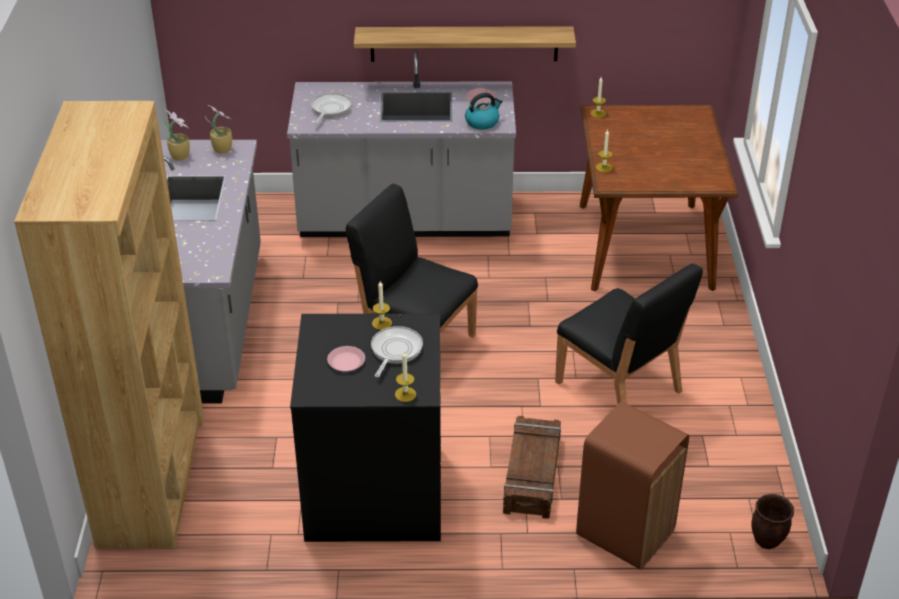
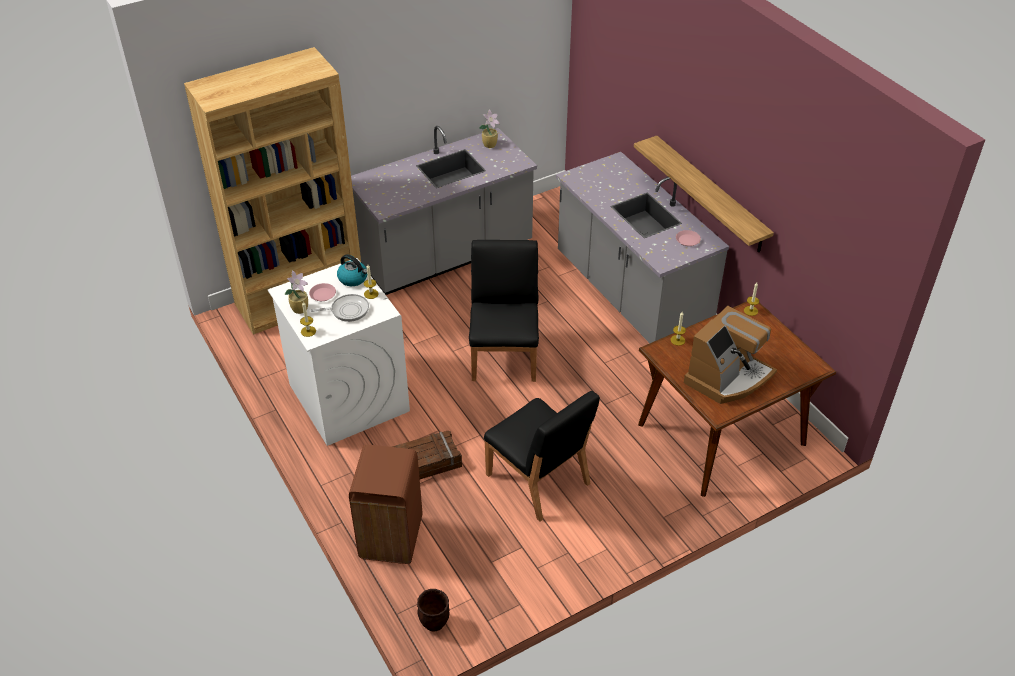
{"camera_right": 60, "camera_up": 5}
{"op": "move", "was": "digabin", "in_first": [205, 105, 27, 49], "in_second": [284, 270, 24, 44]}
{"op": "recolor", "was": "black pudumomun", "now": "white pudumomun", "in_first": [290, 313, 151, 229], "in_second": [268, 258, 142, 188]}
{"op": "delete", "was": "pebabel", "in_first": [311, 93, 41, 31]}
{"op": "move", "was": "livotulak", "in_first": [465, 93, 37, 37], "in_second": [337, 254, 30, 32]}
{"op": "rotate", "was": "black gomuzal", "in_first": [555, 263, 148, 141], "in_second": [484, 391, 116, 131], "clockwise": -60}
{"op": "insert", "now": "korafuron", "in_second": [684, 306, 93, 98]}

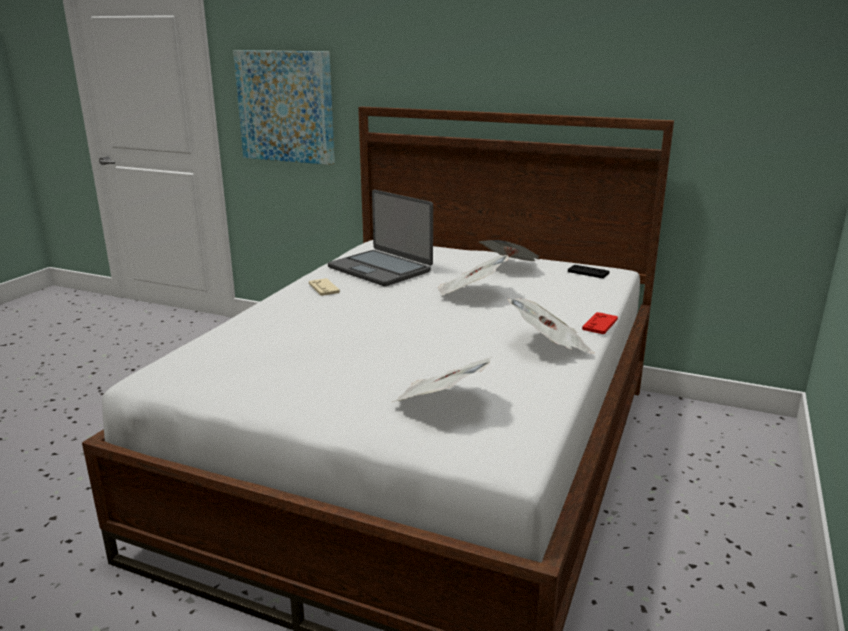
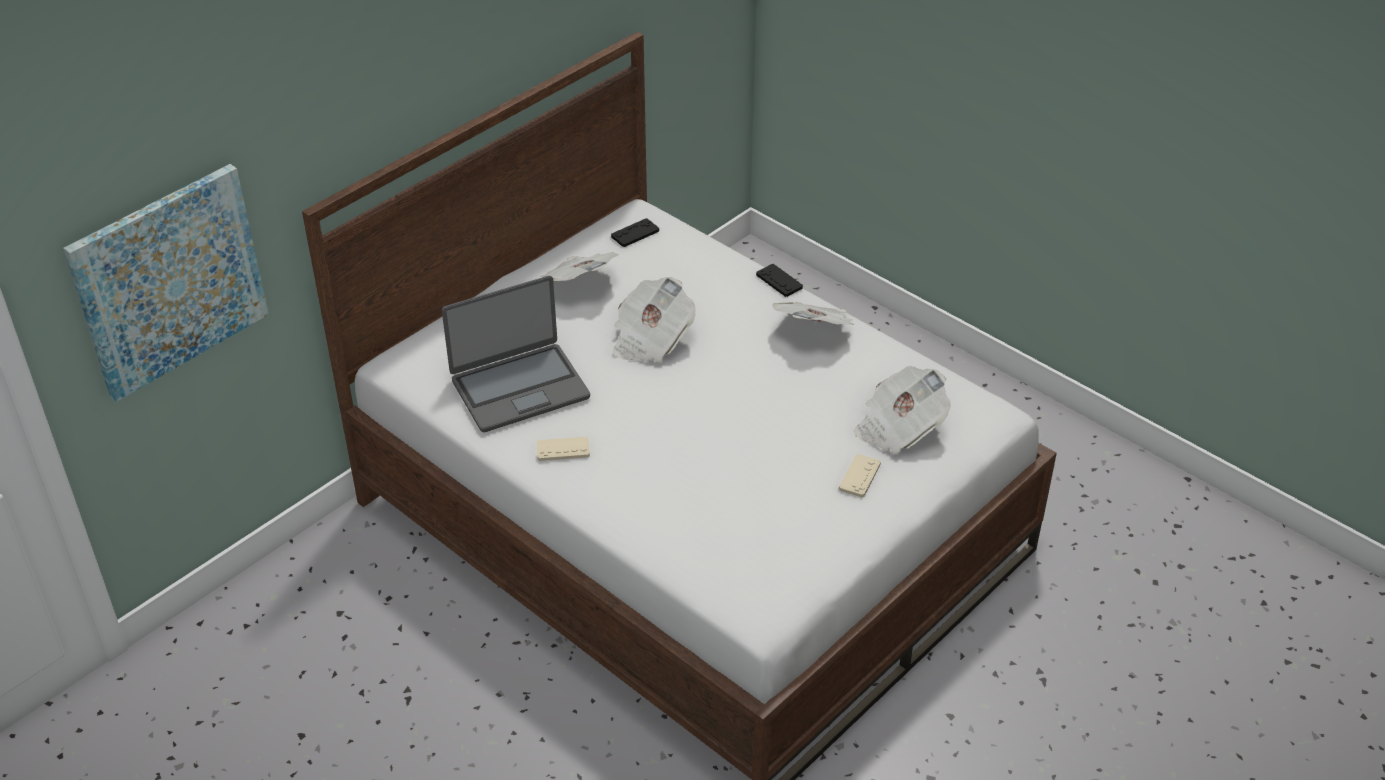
{"camera_right": -70, "camera_up": 20}
{"op": "recolor", "was": "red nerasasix", "now": "black nerasasix", "in_first": [582, 312, 36, 22], "in_second": [756, 264, 47, 33]}
{"op": "insert", "now": "beige nerasasix", "in_second": [839, 454, 42, 43]}

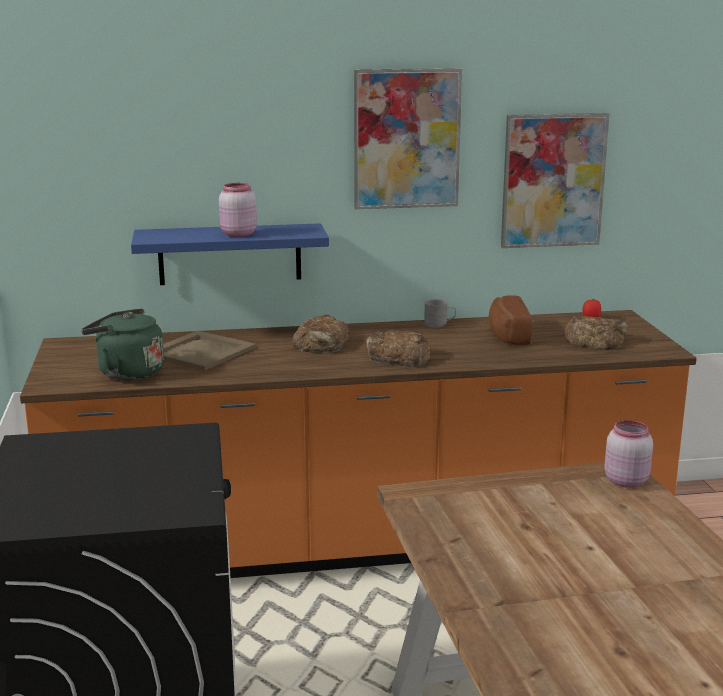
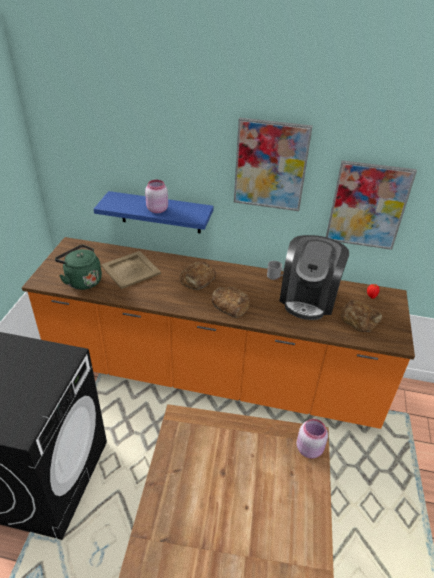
{"camera_right": 20, "camera_up": 20}
{"op": "replace", "was": "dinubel", "now": "korafuron", "in_first": [489, 296, 43, 49], "in_second": [279, 235, 70, 85]}

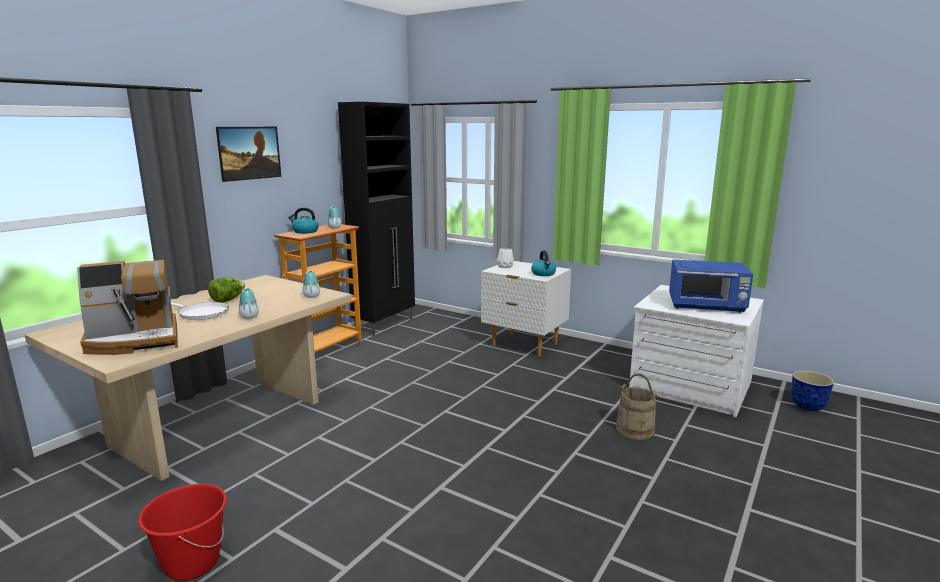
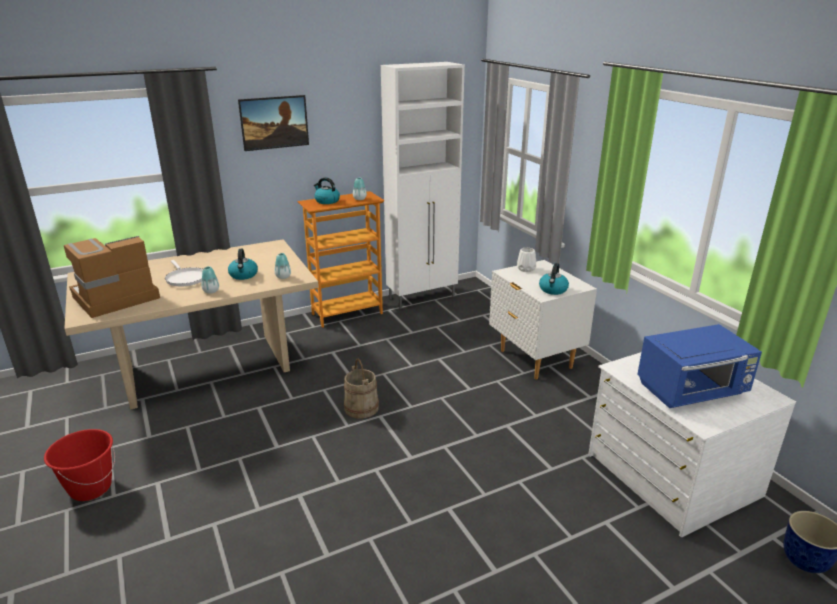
{"camera_right": 30, "camera_up": 10}
{"op": "rotate", "was": "korafuron", "in_first": [77, 260, 101, 95], "in_second": [64, 236, 96, 82], "clockwise": 135}
{"op": "delete", "was": "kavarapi", "in_first": [208, 277, 37, 26]}
{"op": "recolor", "was": "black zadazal", "now": "white zadazal", "in_first": [338, 102, 77, 234], "in_second": [381, 62, 84, 247]}
{"op": "move", "was": "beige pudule", "in_first": [616, 374, 43, 66], "in_second": [344, 359, 35, 60]}
{"op": "rotate", "was": "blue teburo", "in_first": [669, 259, 84, 54], "in_second": [637, 324, 125, 84], "clockwise": -60}
{"op": "insert", "now": "livotulak", "in_second": [228, 249, 30, 31]}

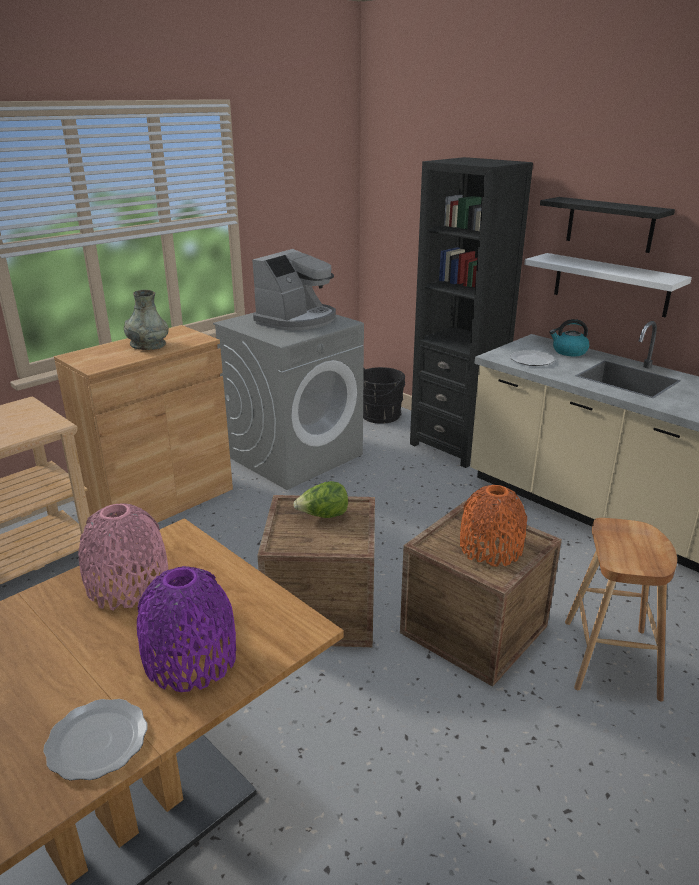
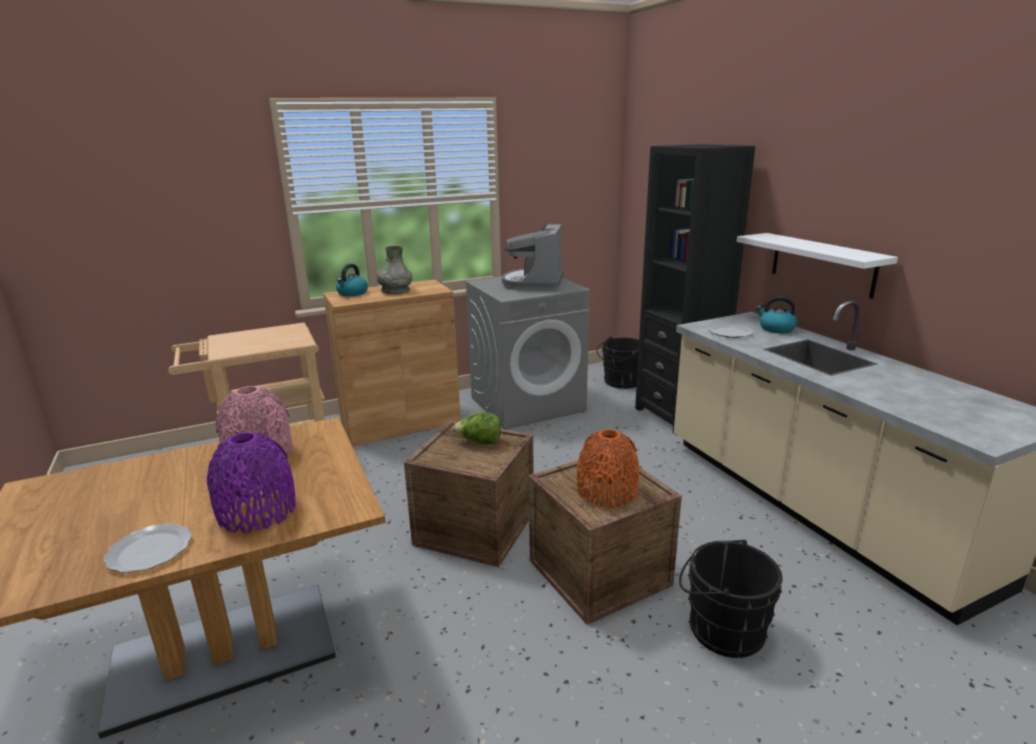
{"camera_right": 20, "camera_up": -5}
{"op": "rotate", "was": "korafuron", "in_first": [252, 249, 84, 81], "in_second": [502, 224, 61, 67], "clockwise": 135}
{"op": "delete", "was": "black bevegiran", "in_first": [540, 197, 135, 56]}
{"op": "replace", "was": "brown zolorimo", "now": "black pudule", "in_first": [565, 518, 112, 183], "in_second": [679, 540, 103, 118]}
{"op": "insert", "now": "livotulak", "in_second": [336, 264, 32, 32]}

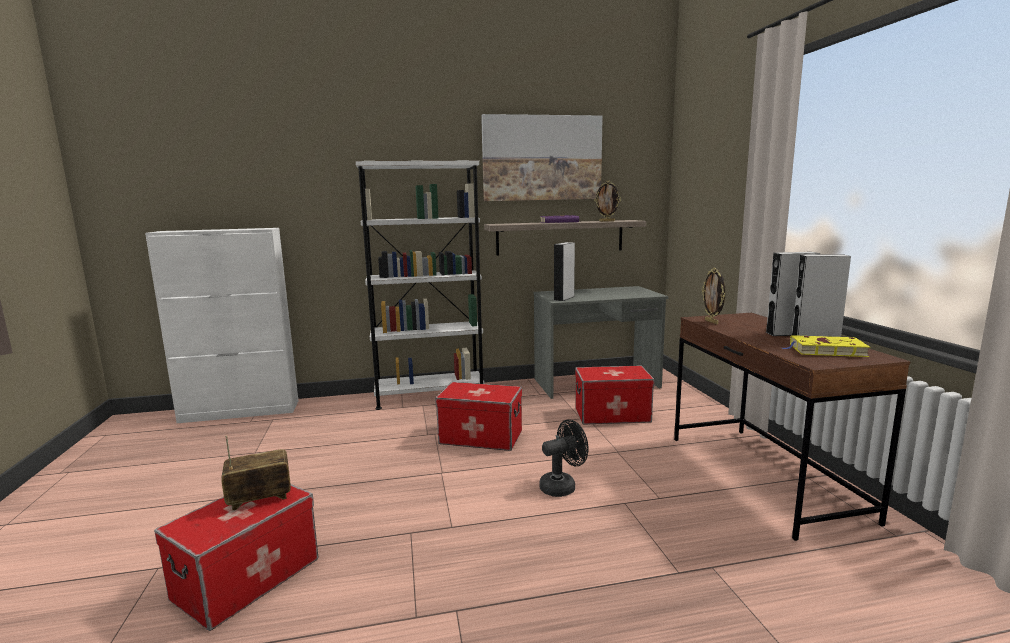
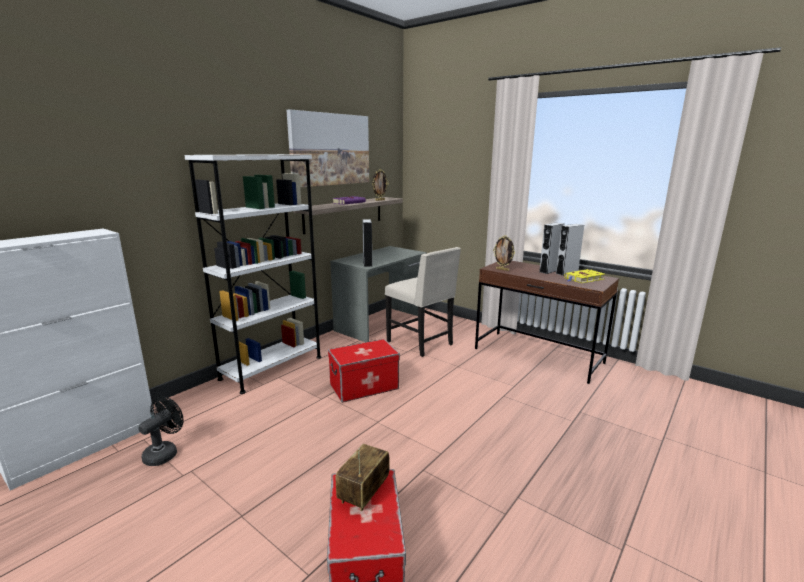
{"camera_right": -40, "camera_up": 5}
{"op": "move", "was": "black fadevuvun", "in_first": [539, 419, 50, 78], "in_second": [138, 397, 45, 69]}
{"op": "replace", "was": "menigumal", "now": "beige gomuzal", "in_first": [575, 366, 80, 58], "in_second": [385, 247, 76, 110]}

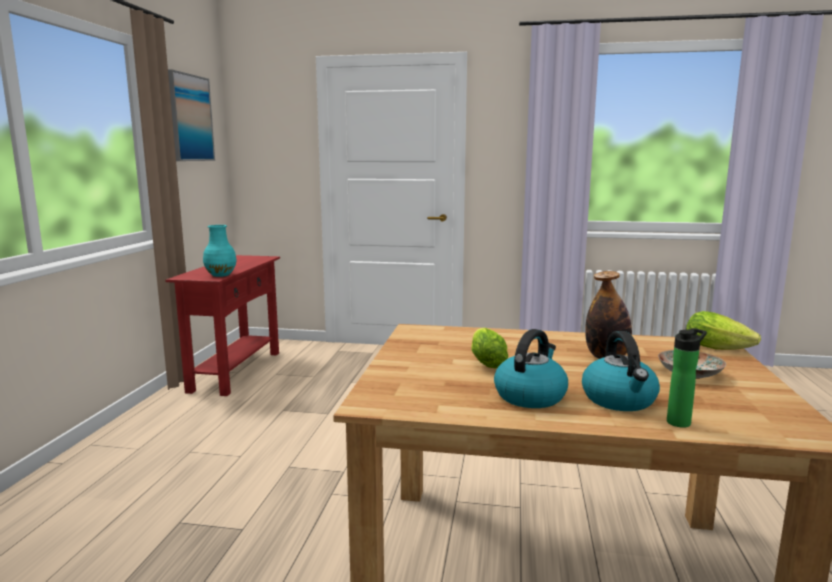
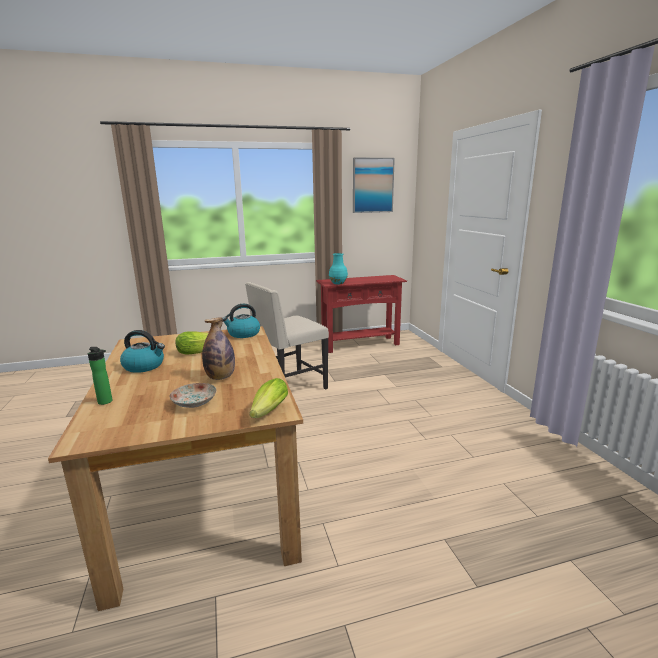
{"camera_right": 65, "camera_up": 5}
{"op": "move", "was": "livotulak", "in_first": [582, 331, 78, 80], "in_second": [222, 304, 38, 34]}
{"op": "insert", "now": "beige gomuzal", "in_second": [245, 282, 84, 108]}

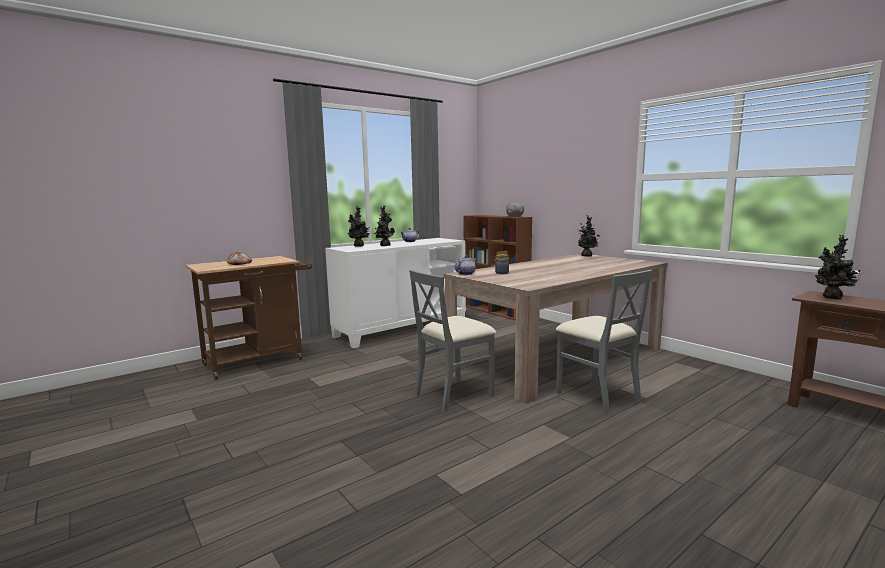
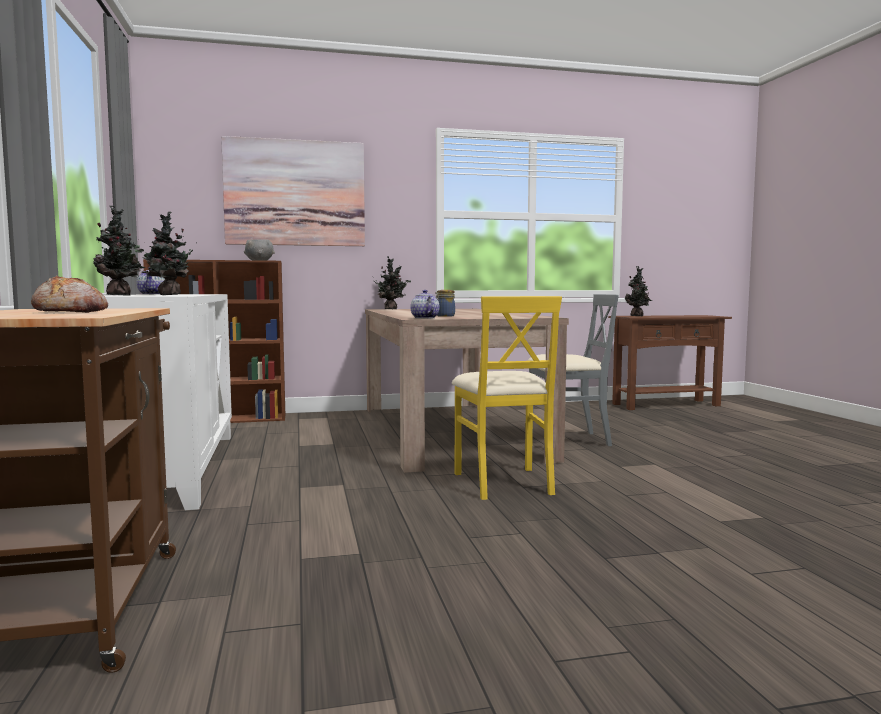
{"camera_right": -65, "camera_up": -5}
{"op": "recolor", "was": "grey gomuzal", "now": "yellow gomuzal", "in_first": [409, 270, 87, 142], "in_second": [452, 296, 110, 204]}
{"op": "insert", "now": "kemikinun", "in_second": [221, 136, 144, 110]}

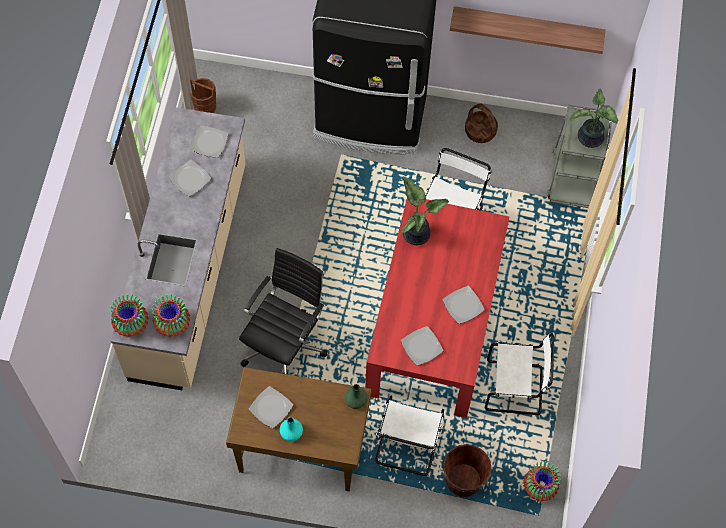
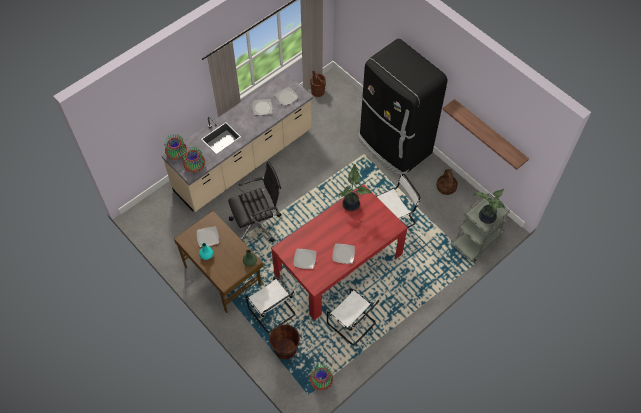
{"camera_right": 40, "camera_up": -5}
{"op": "rotate", "was": "white gomuzal", "in_first": [375, 396, 69, 80], "in_second": [246, 277, 49, 56], "clockwise": -90}

